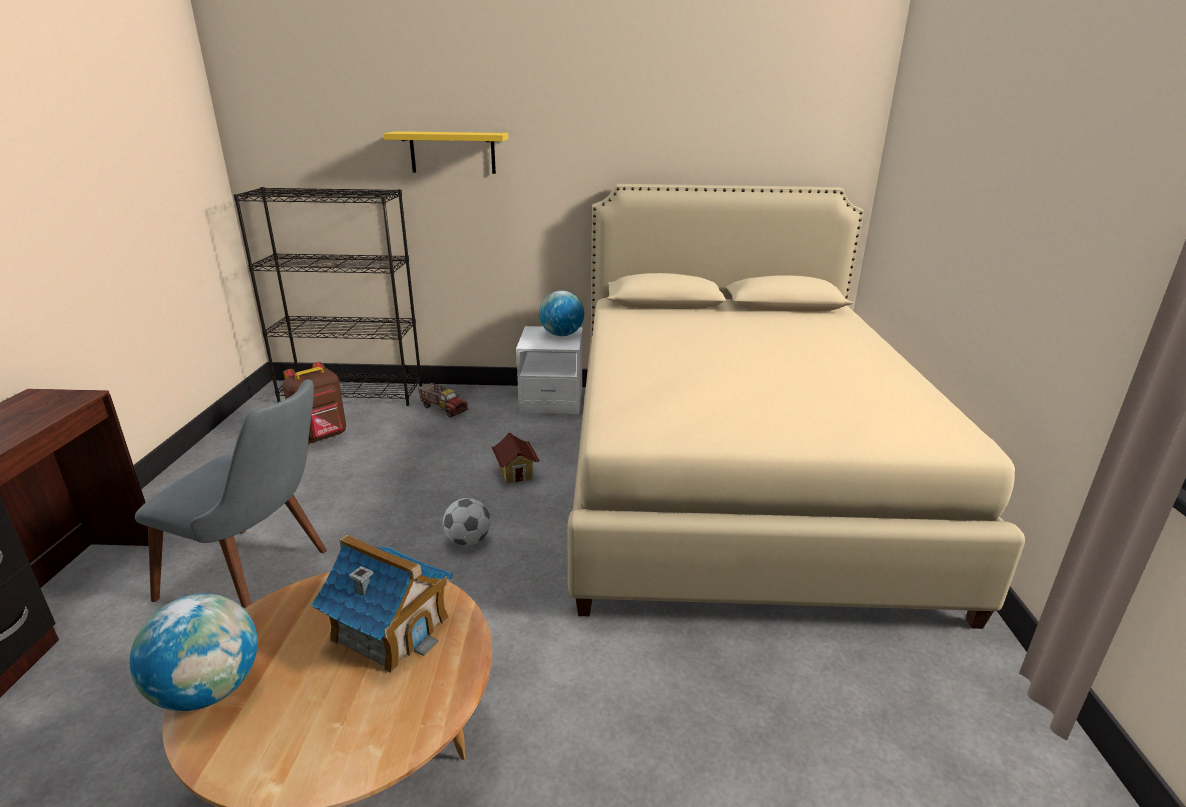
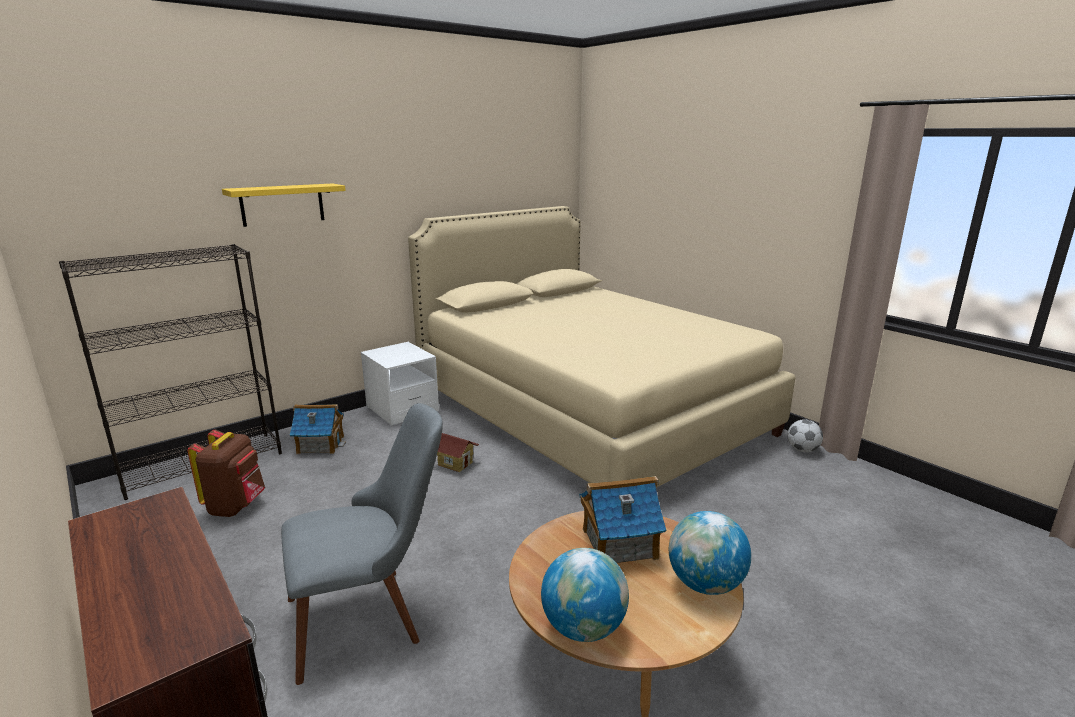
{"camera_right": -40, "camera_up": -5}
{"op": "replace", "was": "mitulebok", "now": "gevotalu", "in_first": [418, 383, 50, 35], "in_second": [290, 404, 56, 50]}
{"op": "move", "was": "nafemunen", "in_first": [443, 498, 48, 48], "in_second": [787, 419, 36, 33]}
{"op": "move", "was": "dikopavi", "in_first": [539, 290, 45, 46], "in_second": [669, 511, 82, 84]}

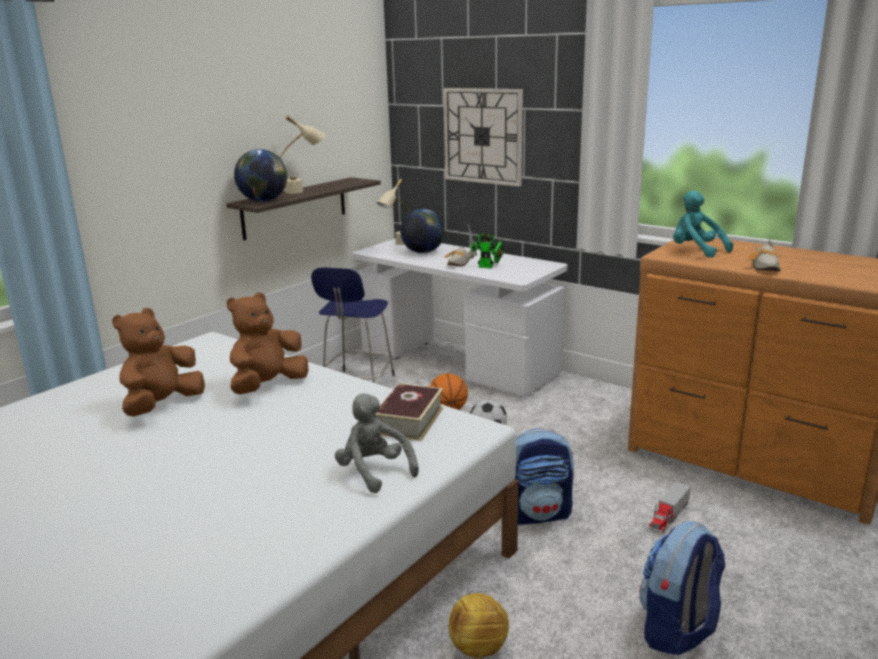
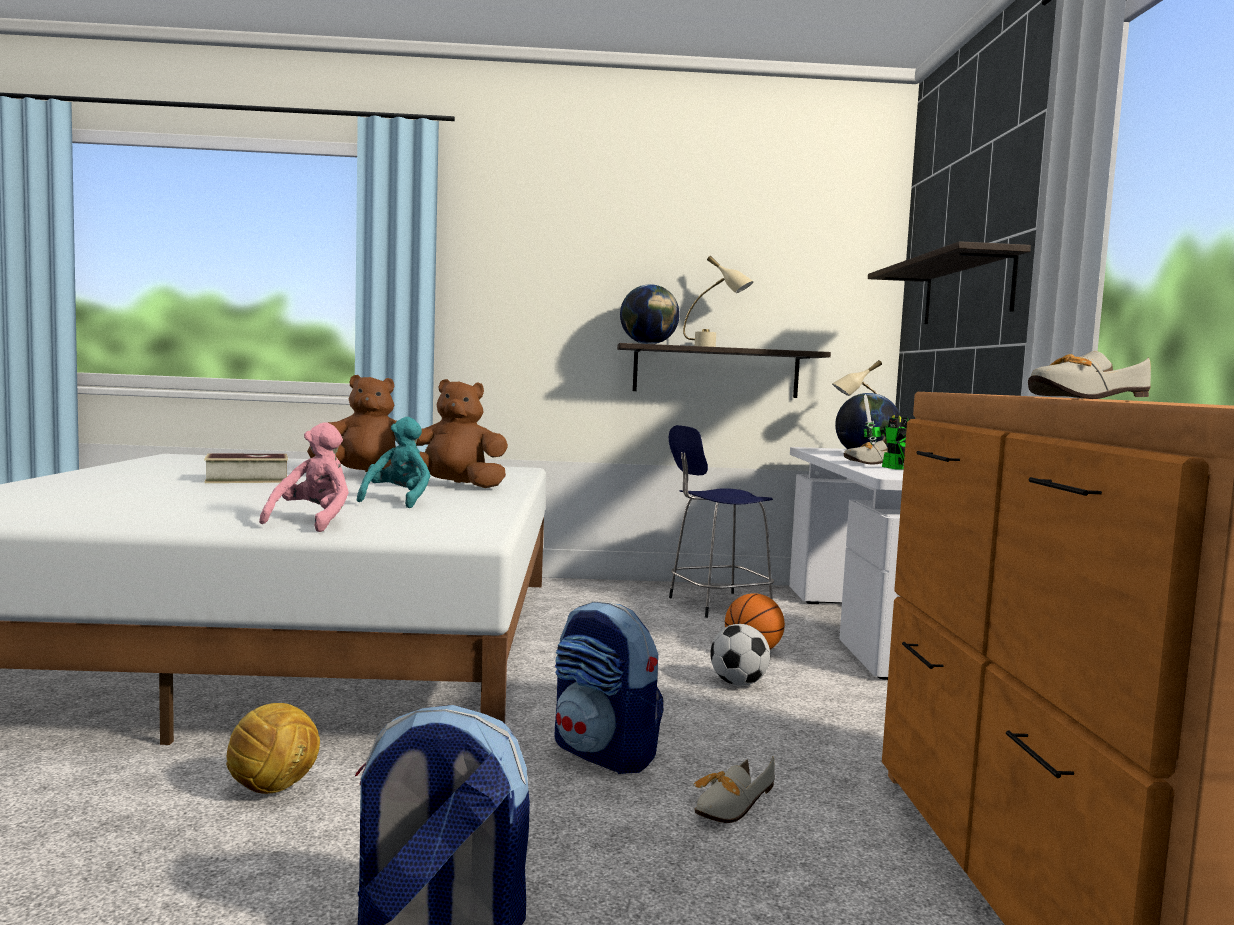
{"camera_right": 50, "camera_up": -15}
{"op": "recolor", "was": "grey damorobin", "now": "pink damorobin", "in_first": [335, 393, 84, 100], "in_second": [259, 422, 90, 110]}
{"op": "move", "was": "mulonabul", "in_first": [374, 383, 69, 58], "in_second": [204, 453, 84, 30]}
{"op": "replace", "was": "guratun", "now": "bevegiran", "in_first": [443, 88, 80, 99], "in_second": [868, 241, 163, 83]}
{"op": "delete", "was": "mitulebok", "in_first": [649, 482, 42, 51]}
{"op": "move", "was": "turquoise damorobin", "in_first": [673, 190, 60, 68], "in_second": [357, 417, 73, 91]}
{"op": "insert", "now": "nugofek", "in_second": [693, 756, 82, 67]}

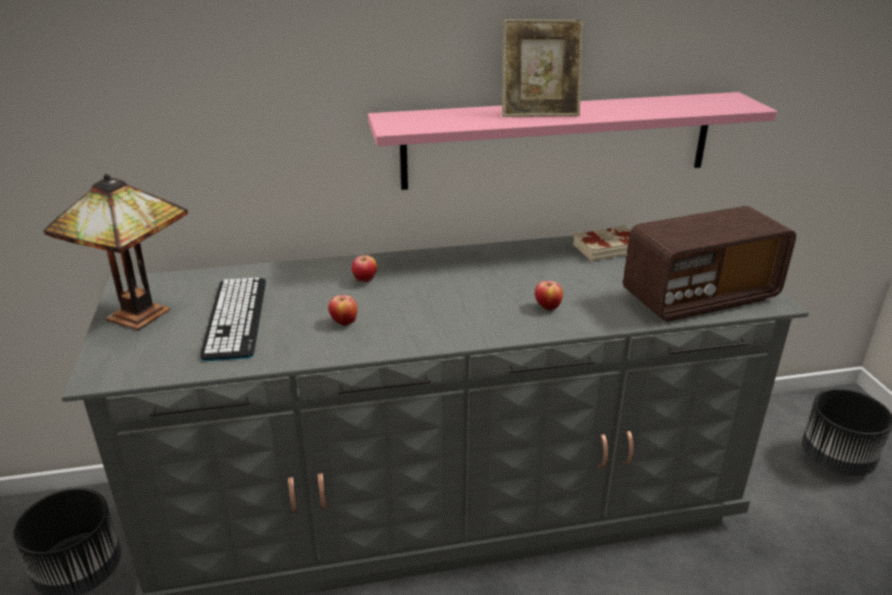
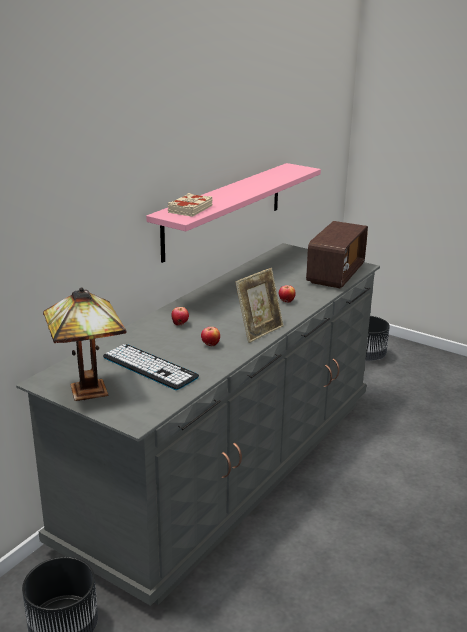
{"camera_right": -45, "camera_up": -5}
{"op": "move", "was": "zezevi", "in_first": [502, 19, 81, 98], "in_second": [235, 268, 49, 75]}
{"op": "move", "was": "beige mulonabul", "in_first": [573, 225, 57, 36], "in_second": [168, 193, 45, 24]}

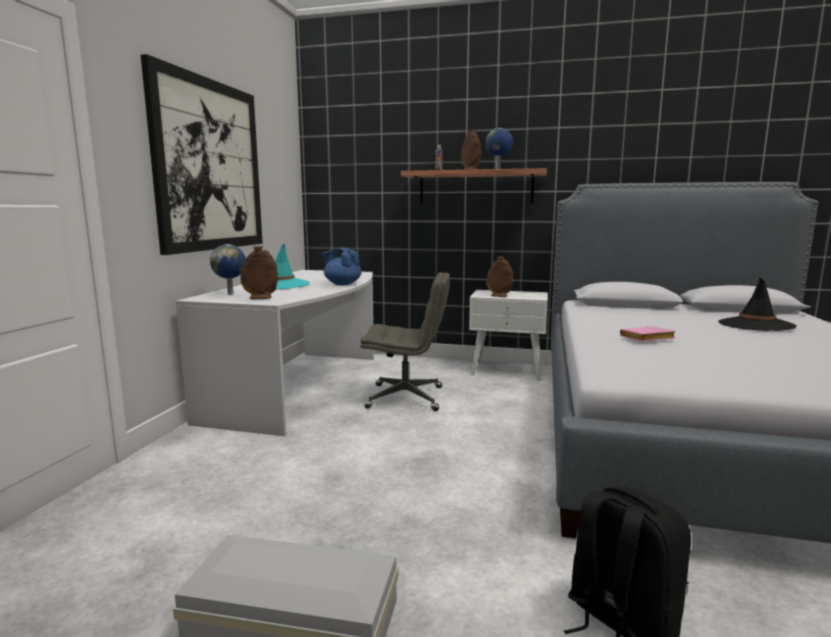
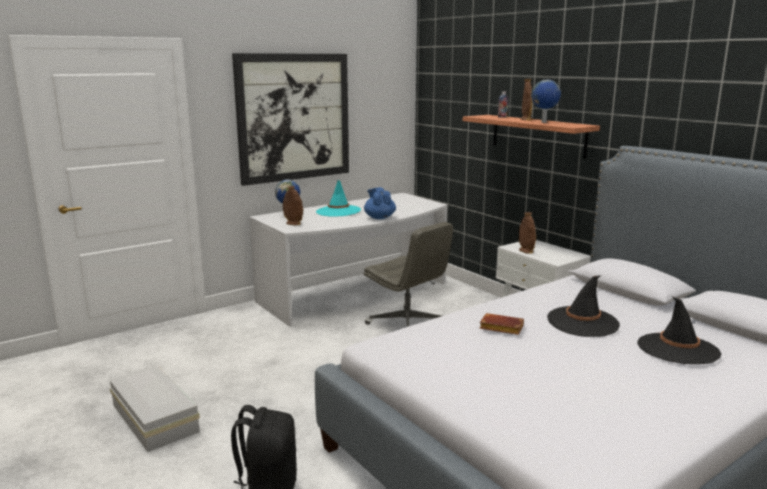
{"camera_right": 40, "camera_up": 5}
{"op": "recolor", "was": "pink mulonabul", "now": "brown mulonabul", "in_first": [620, 326, 56, 15], "in_second": [479, 313, 45, 22]}
{"op": "insert", "now": "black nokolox", "in_second": [547, 275, 73, 62]}

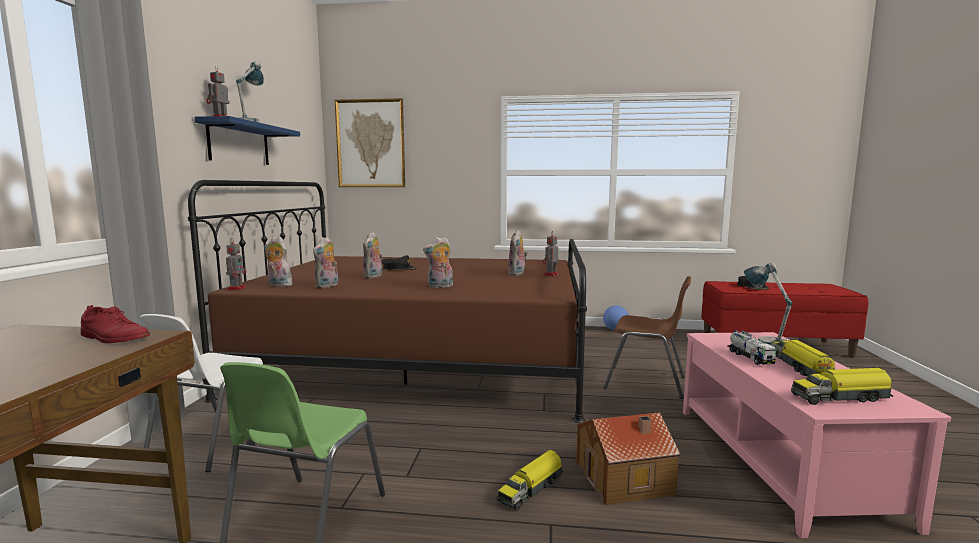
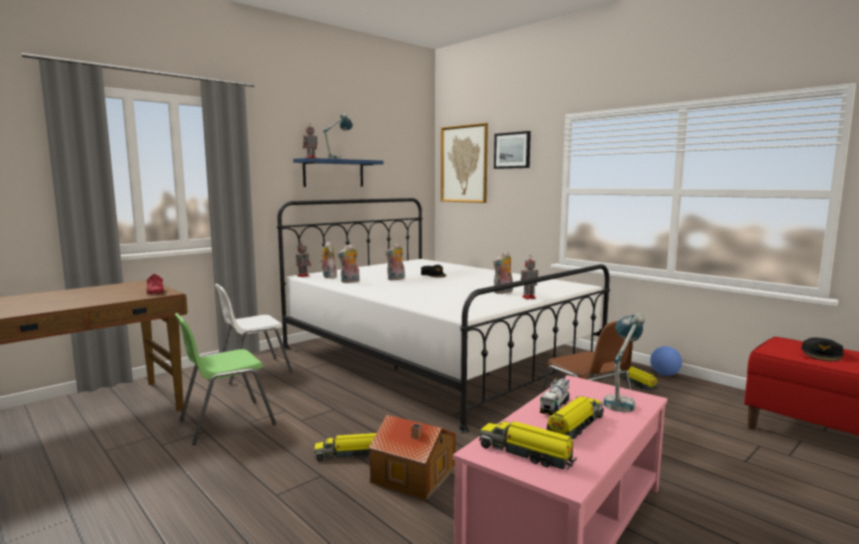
{"camera_right": 40, "camera_up": 0}
{"op": "recolor", "was": "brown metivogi", "now": "white metivogi", "in_first": [188, 180, 399, 243], "in_second": [277, 198, 333, 235]}
{"op": "delete", "was": "damorobin", "in_first": [423, 237, 30, 51]}
{"op": "insert", "now": "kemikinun", "in_second": [494, 131, 37, 38]}
{"op": "insert", "now": "mitulebok", "in_second": [619, 366, 39, 25]}

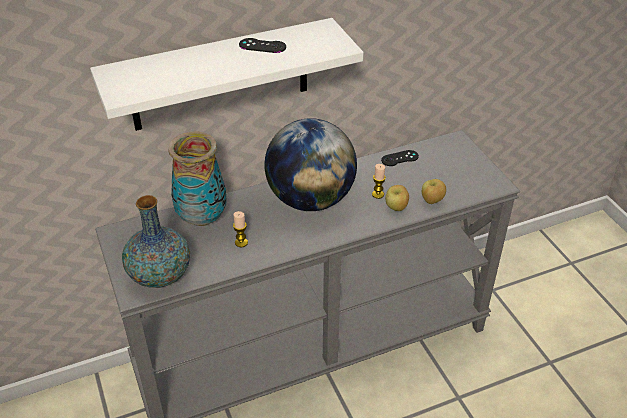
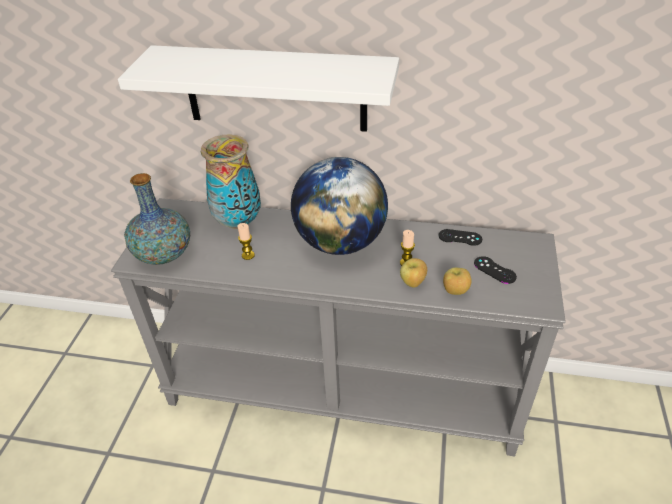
{"camera_right": 35, "camera_up": 0}
{"op": "move", "was": "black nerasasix", "in_first": [239, 38, 47, 15], "in_second": [474, 256, 43, 28]}

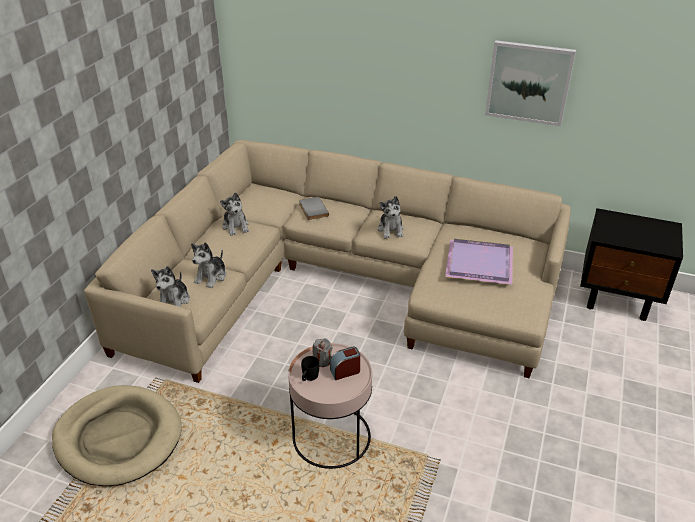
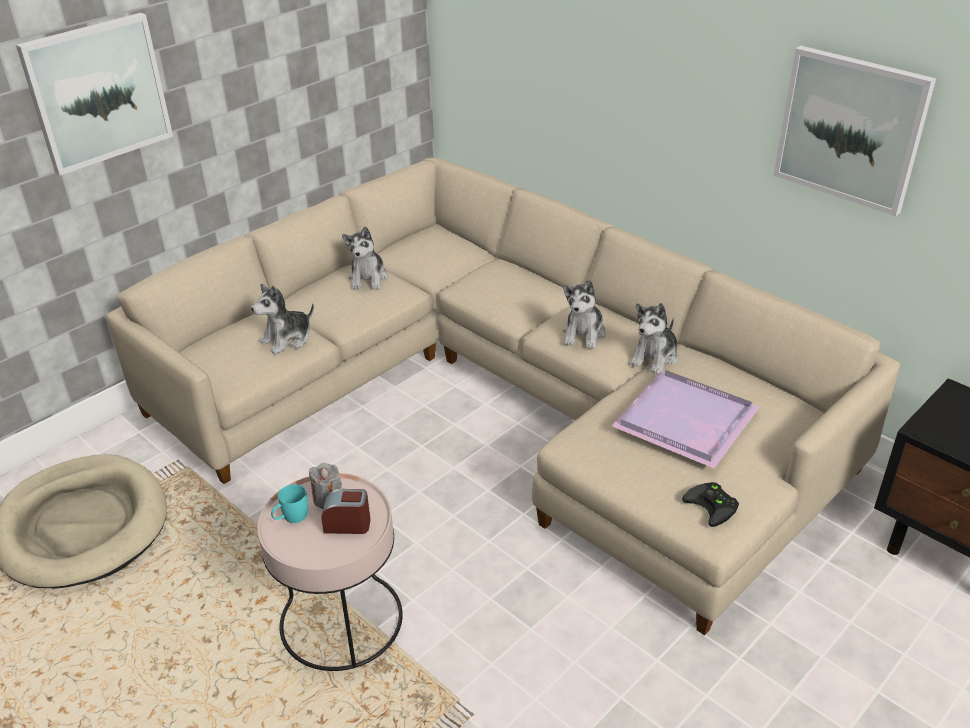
{"camera_right": 25, "camera_up": 0}
{"op": "move", "was": "damorobin", "in_first": [151, 266, 39, 41], "in_second": [630, 303, 48, 71]}
{"op": "delete", "was": "grey mulonabul", "in_first": [299, 197, 30, 23]}
{"op": "recolor", "was": "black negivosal", "now": "turquoise negivosal", "in_first": [301, 356, 18, 25], "in_second": [271, 484, 37, 39]}
{"op": "insert", "now": "kemikinun", "in_second": [16, 13, 157, 162]}
{"op": "insert", "now": "black nerasasix", "in_second": [682, 482, 57, 45]}

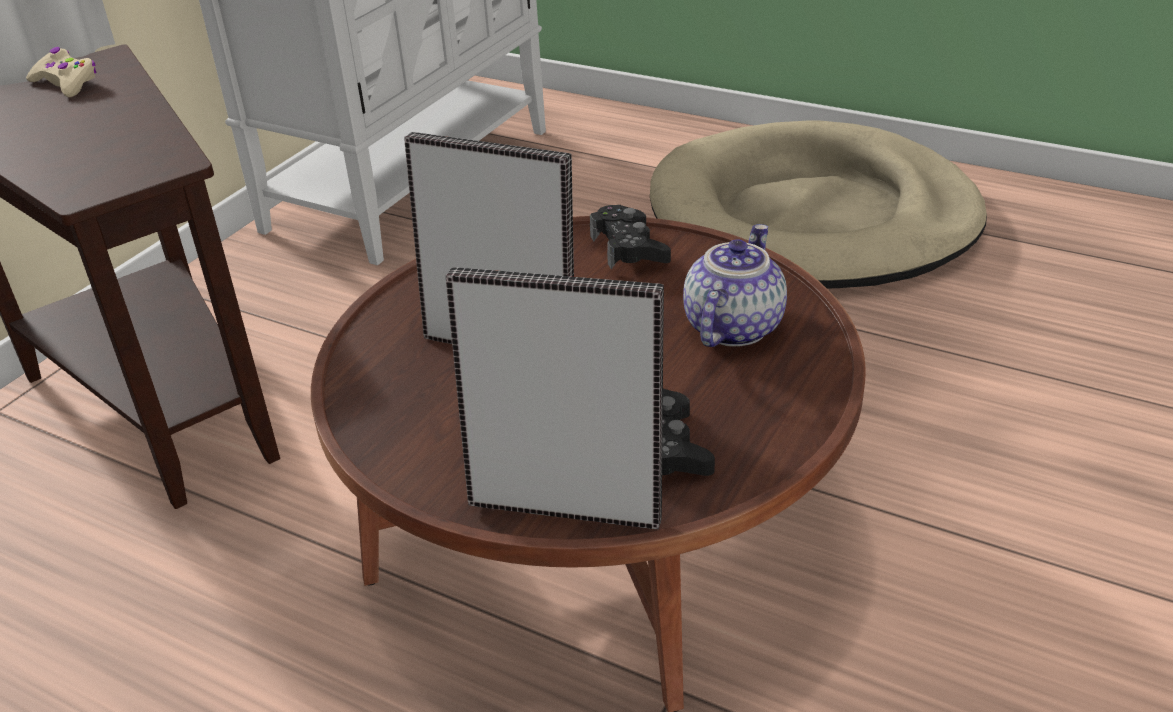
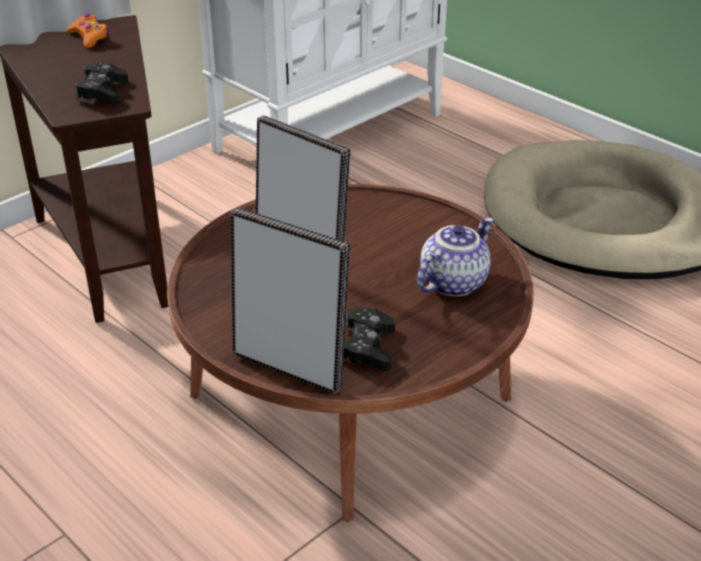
{"camera_right": 15, "camera_up": 0}
{"op": "recolor", "was": "beige nerasasix", "now": "orange nerasasix", "in_first": [26, 47, 71, 50], "in_second": [67, 13, 41, 35]}
{"op": "move", "was": "black nerasasix", "in_first": [590, 205, 81, 64], "in_second": [75, 62, 53, 43]}

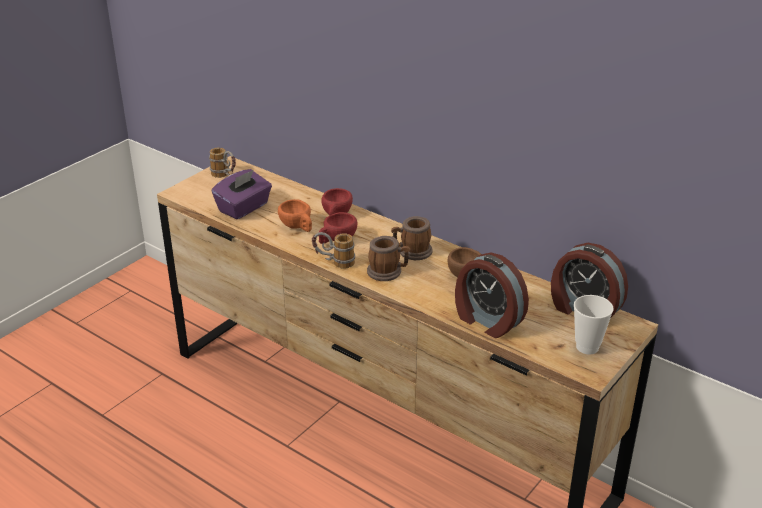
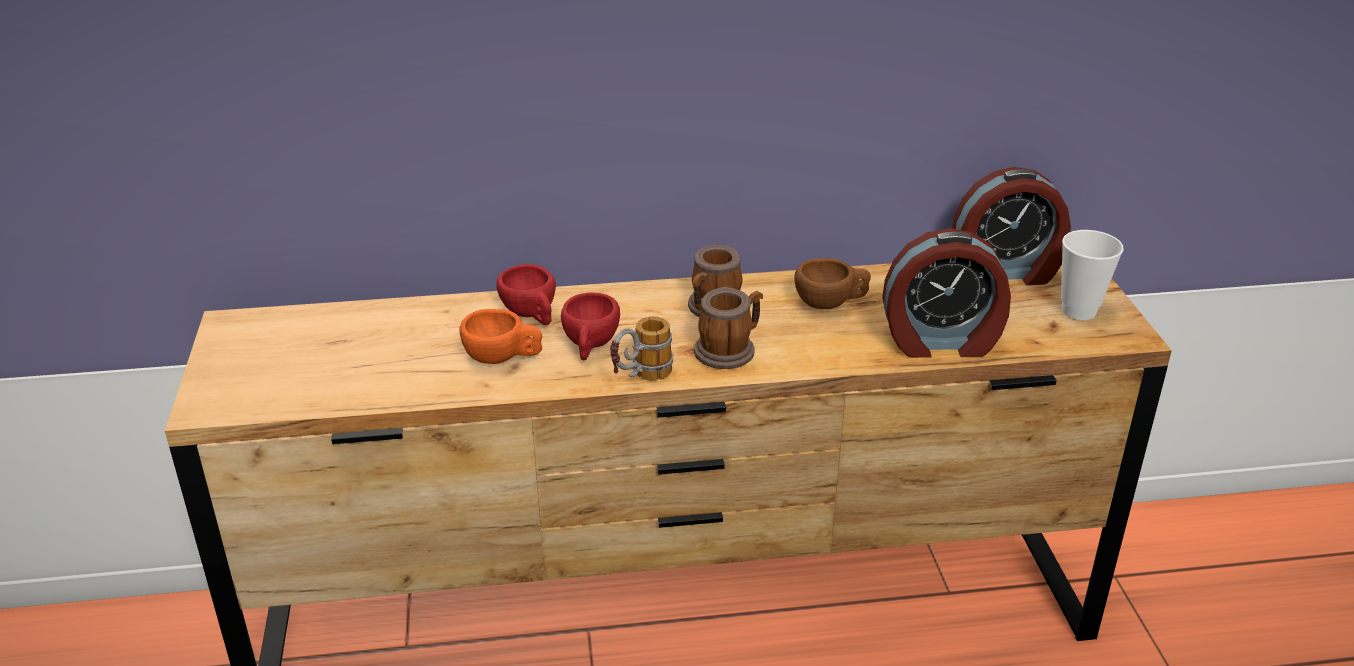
{"camera_right": -45, "camera_up": 0}
{"op": "delete", "was": "negivosal", "in_first": [209, 147, 27, 31]}
{"op": "delete", "was": "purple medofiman", "in_first": [212, 169, 60, 50]}

